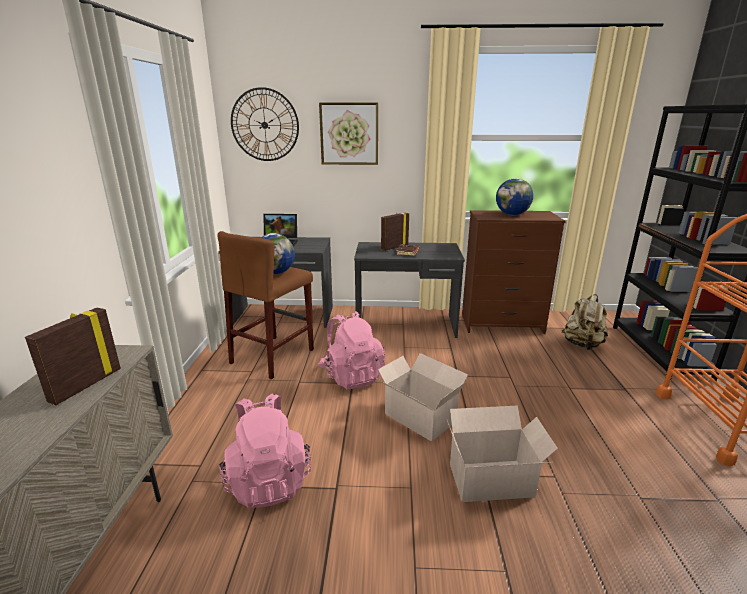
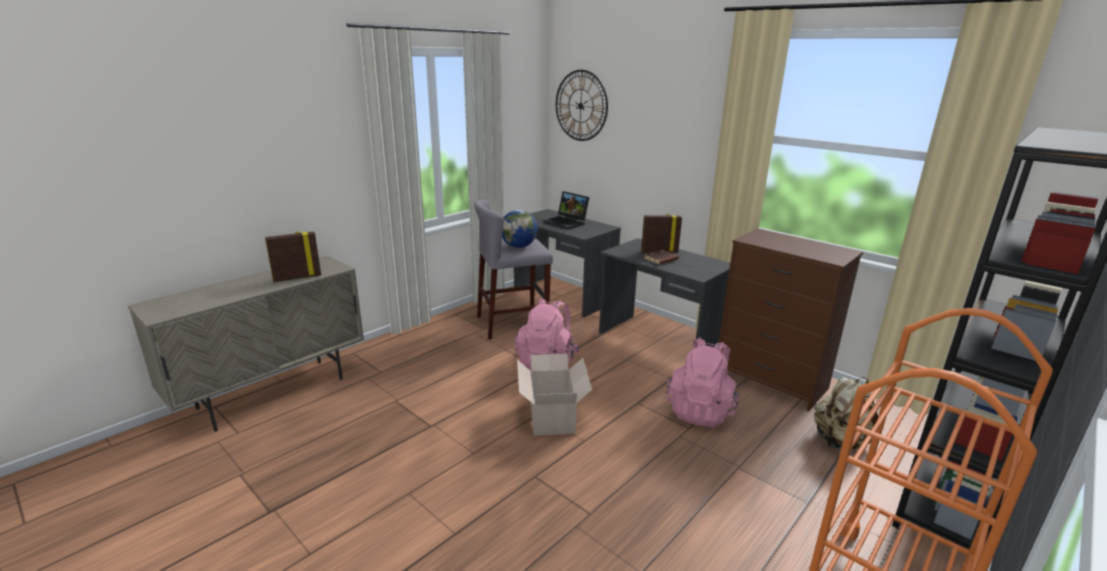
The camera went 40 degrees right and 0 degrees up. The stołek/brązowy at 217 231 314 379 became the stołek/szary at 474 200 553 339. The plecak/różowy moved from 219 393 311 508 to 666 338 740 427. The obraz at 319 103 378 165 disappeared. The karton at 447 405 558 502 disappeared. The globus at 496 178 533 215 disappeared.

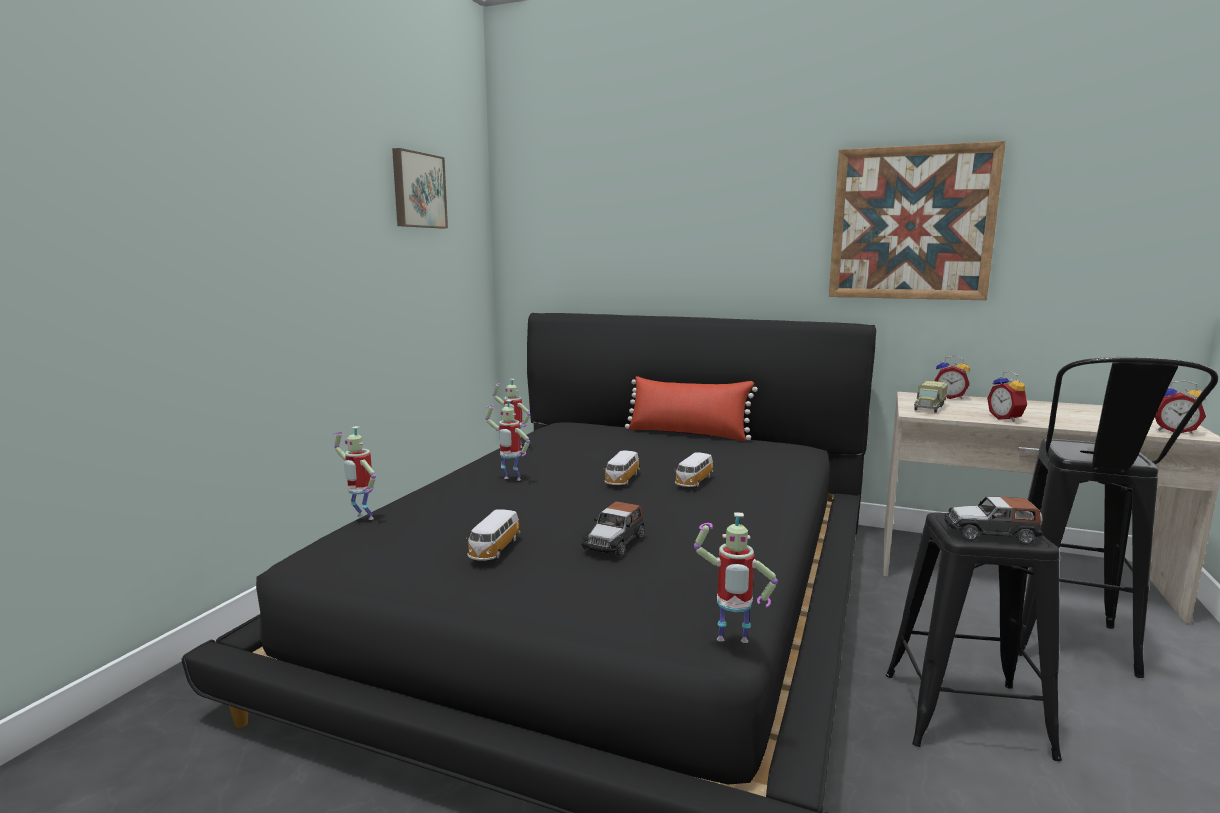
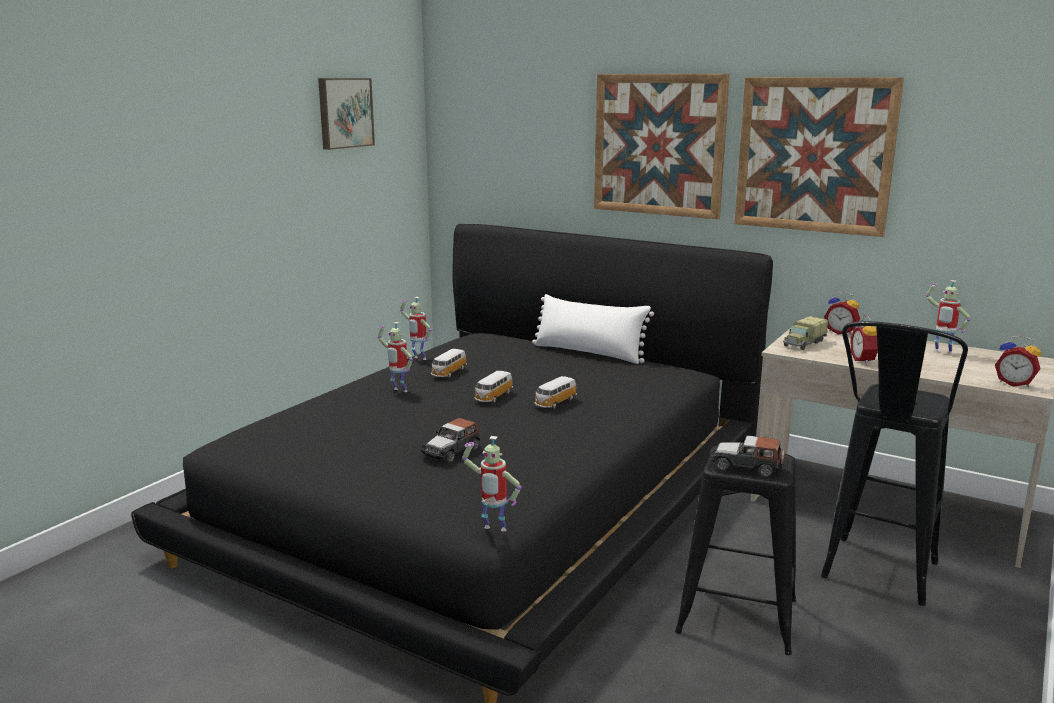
The camera went 10 degrees right and 5 degrees up. The samochodzik moved from 466 509 520 561 to 431 349 467 378. The poduszka/czerwony at 625 376 758 441 became the poduszka/biały at 532 294 654 364. The obraz at 594 74 730 219 appeared. The robot zabawkowy moved from 333 426 376 520 to 926 280 971 355.

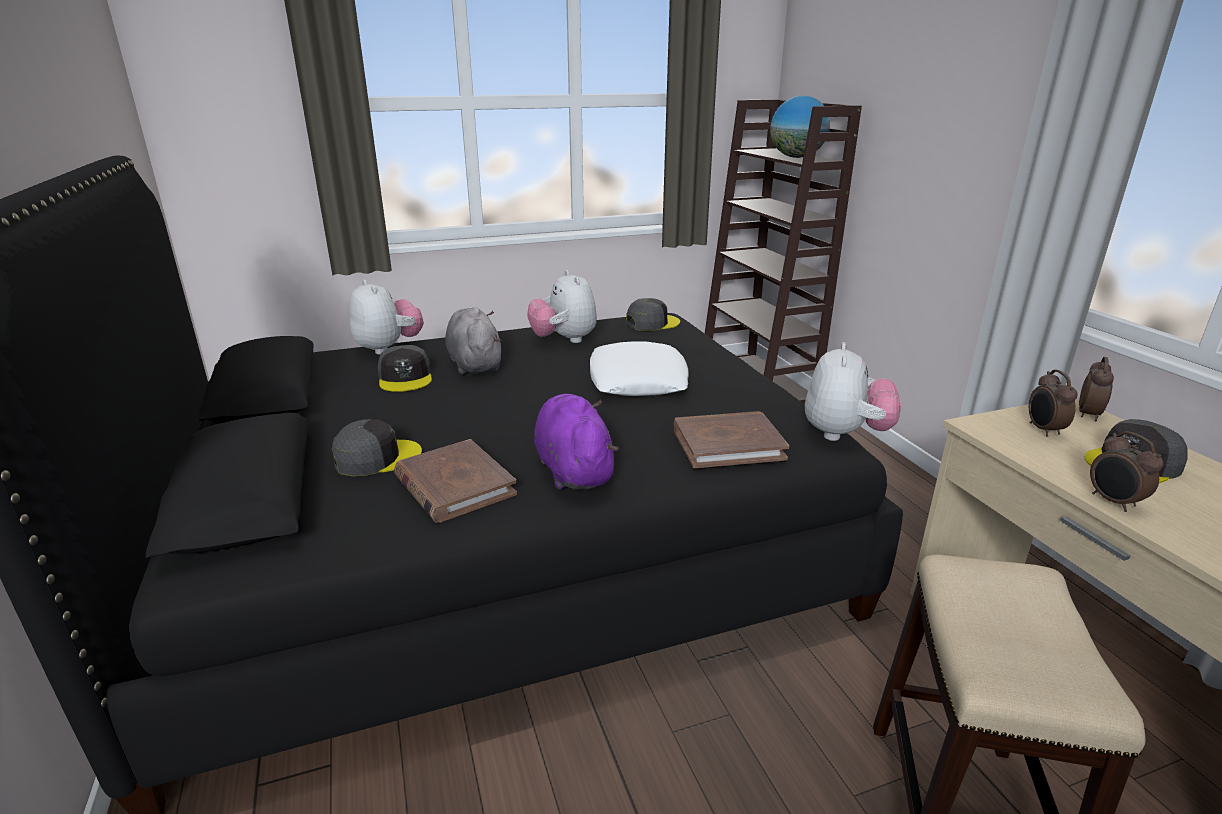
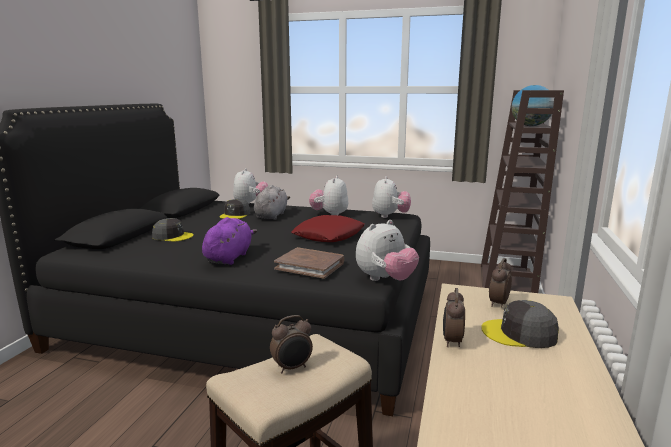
The camera went 35 degrees right and 10 degrees down. The budzik moved from 1079 357 1114 421 to 270 315 313 373. The poduszka/biały at 590 342 688 396 became the poduszka/czerwony at 291 215 365 242. The czapka z daszkiem/szary at 626 298 680 331 was replaced by the pluszak at 372 176 411 218. The książka/brązowy at 394 439 517 523 disappeared.

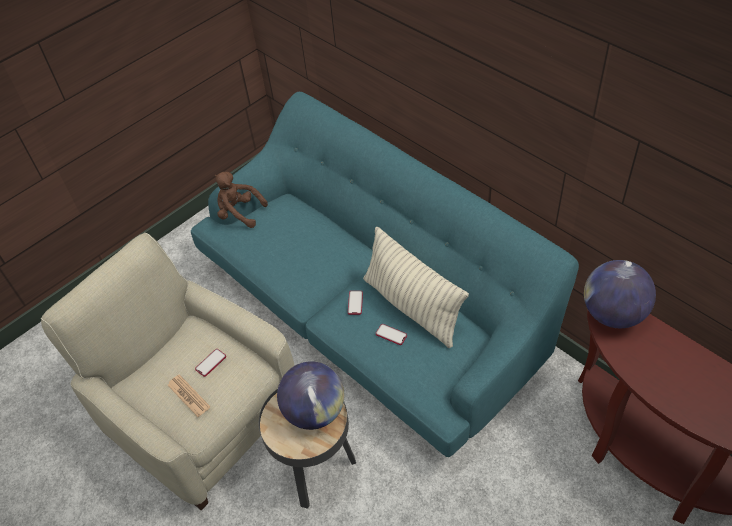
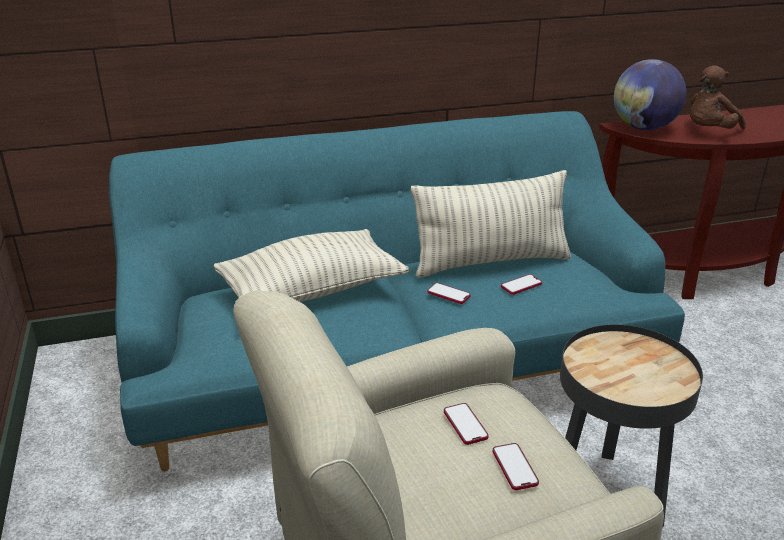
The camera went 65 degrees left and 20 degrees down. The poduszka at 214 229 409 302 appeared. The gazeta at 168 374 211 417 was replaced by the telefon at 493 443 539 490. The pluszak/brązowy moved from 215 172 268 228 to 690 66 746 129. The globus at 277 361 344 430 disappeared.

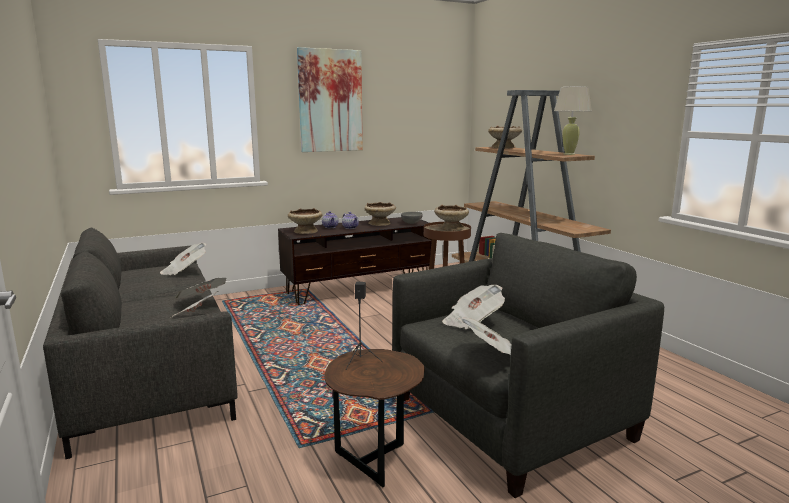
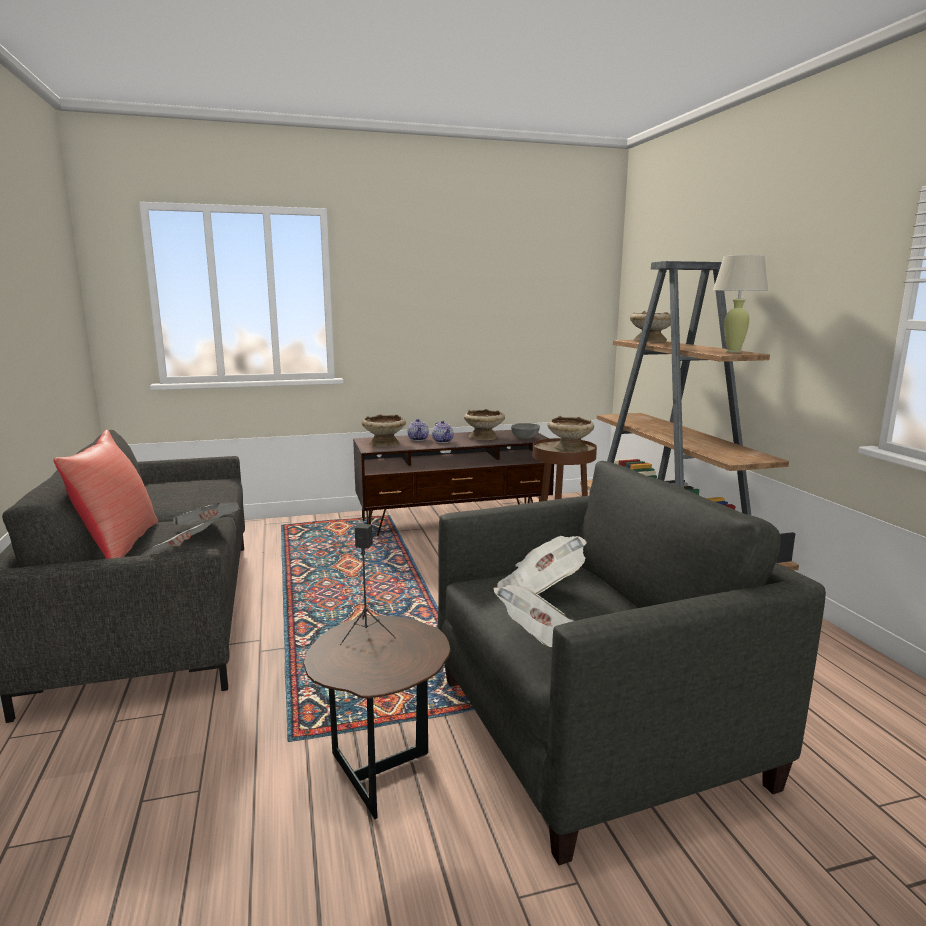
The camera went 10 degrees right and 0 degrees up. The poduszka/czerwony at 53 430 158 559 appeared. The gazeta at 160 243 207 275 disappeared. The obraz at 297 47 363 152 disappeared.

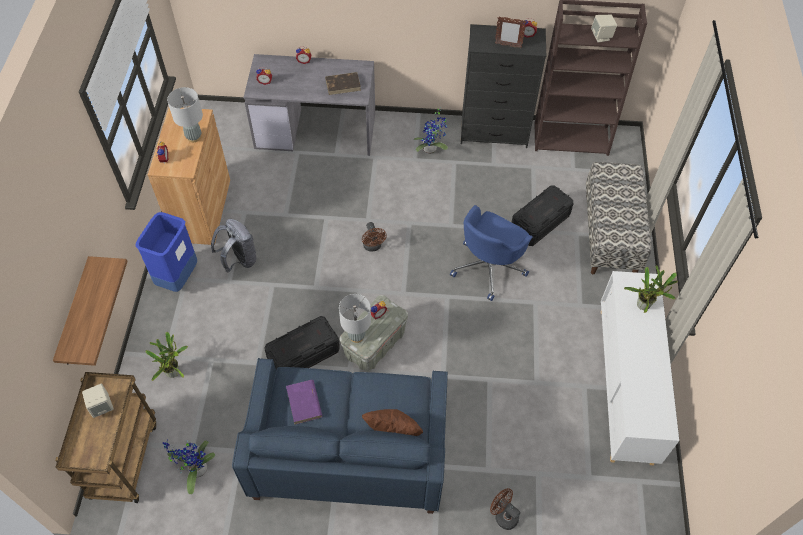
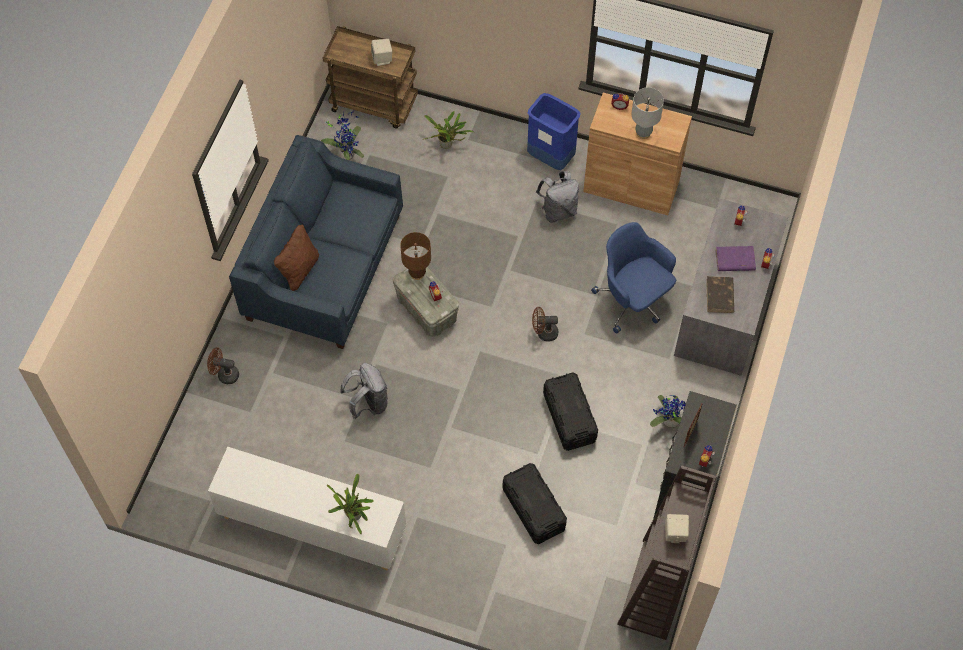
The camera went 105 degrees right and 5 degrees up. The wentylator/brązowy at 490 488 520 530 turned 135 degrees counterclockwise. The plecak/szary at 340 363 388 419 appeared. The lampa stołowa/szary at 339 294 371 343 became the lampa stołowa/brązowy at 400 232 431 280. The pojemnik do przechowywania/czarny moved from 264 316 340 369 to 543 373 598 451. The krzesło biurowe/niebieski moved from 450 205 533 301 to 591 222 676 334. The książka/fioletowy moved from 286 380 322 424 to 715 246 756 271. The półka at 53 256 128 366 disappeared. The ławka at 586 162 651 274 disappeared.

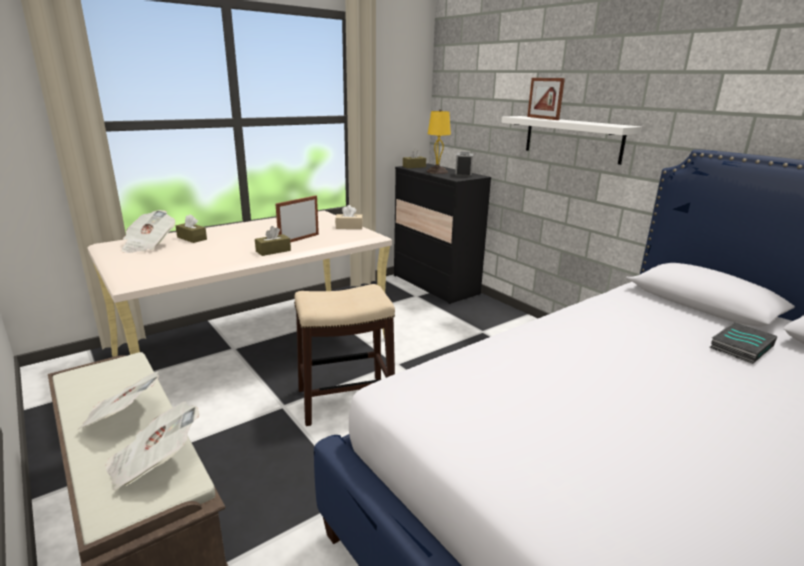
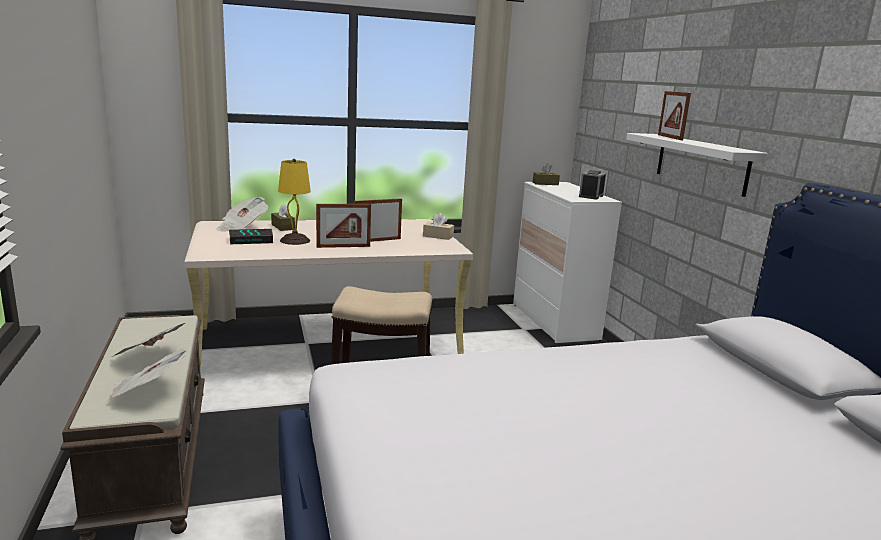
The camera went 20 degrees right and 5 degrees down. The książka moved from 709 322 778 364 to 229 229 273 244. The lampa stołowa/żółty moved from 427 109 451 174 to 278 159 311 245. The pudełko chusteczek/brązowy at 255 226 291 256 was replaced by the ramka na zdjęcie at 316 204 371 248. The komoda/czarny at 394 164 491 304 became the komoda/biały at 513 182 622 344.

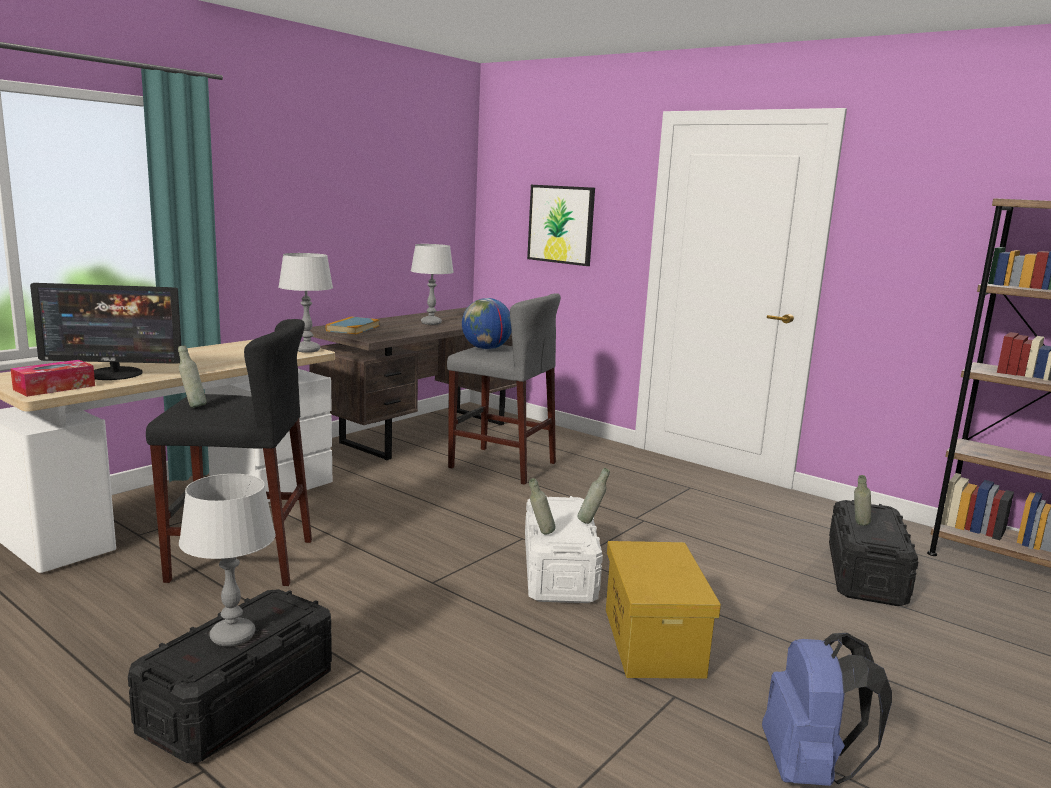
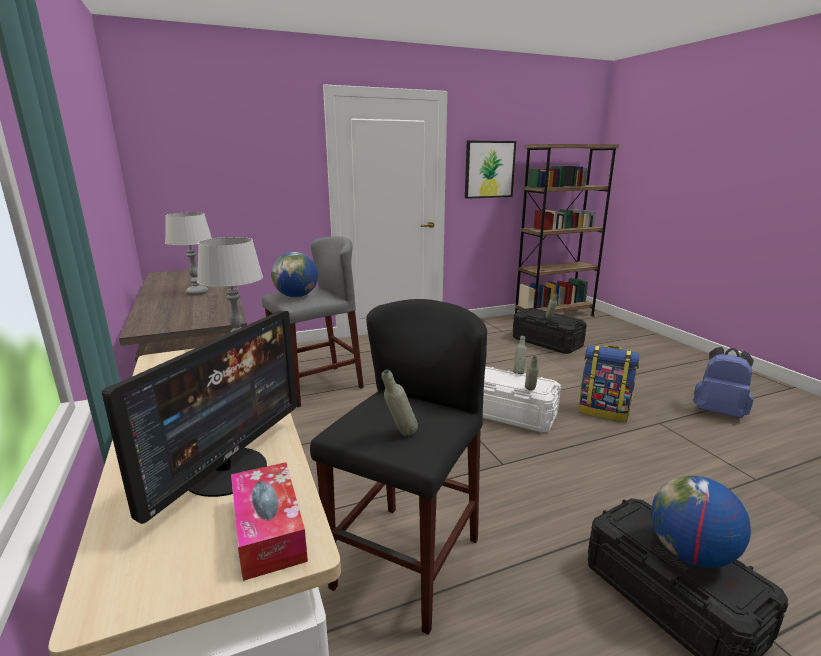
The camera went 60 degrees left and 5 degrees up. The obraz moved from 527 185 595 266 to 465 141 516 199. The pojemnik do przechowywania/żółty at 606 541 721 678 was replaced by the plecak at 579 345 640 422. The lampa stołowa/szary at 179 474 276 646 was replaced by the globus at 651 476 751 568. The książka at 326 317 379 334 disappeared.

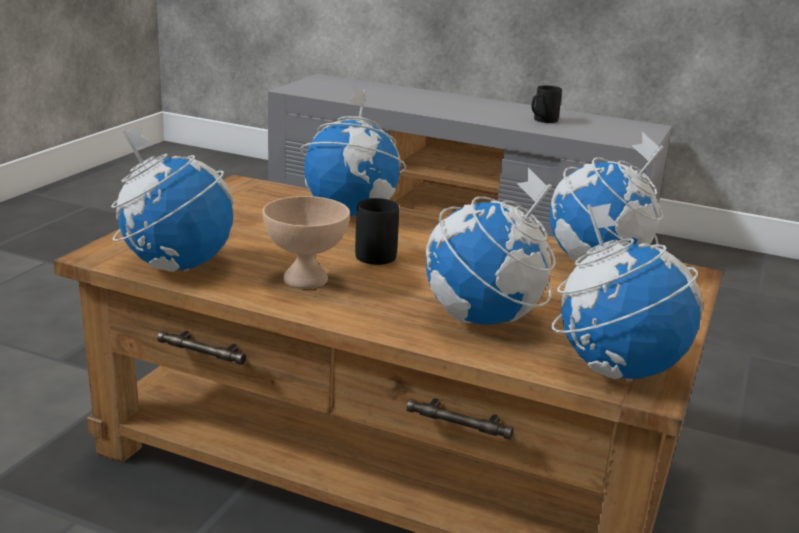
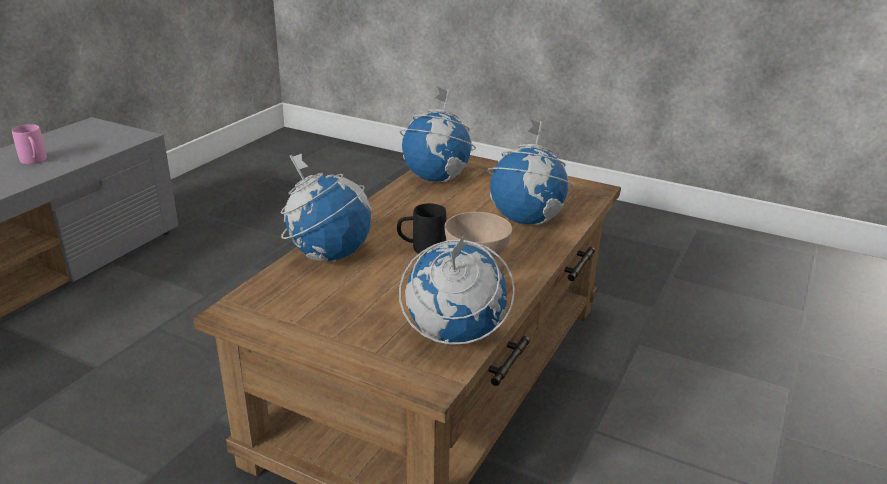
The camera went 85 degrees left and 5 degrees up. The kubek/czarny at 531 85 562 123 became the kubek/różowy at 12 124 47 164. The globus at 551 203 703 382 disappeared.

